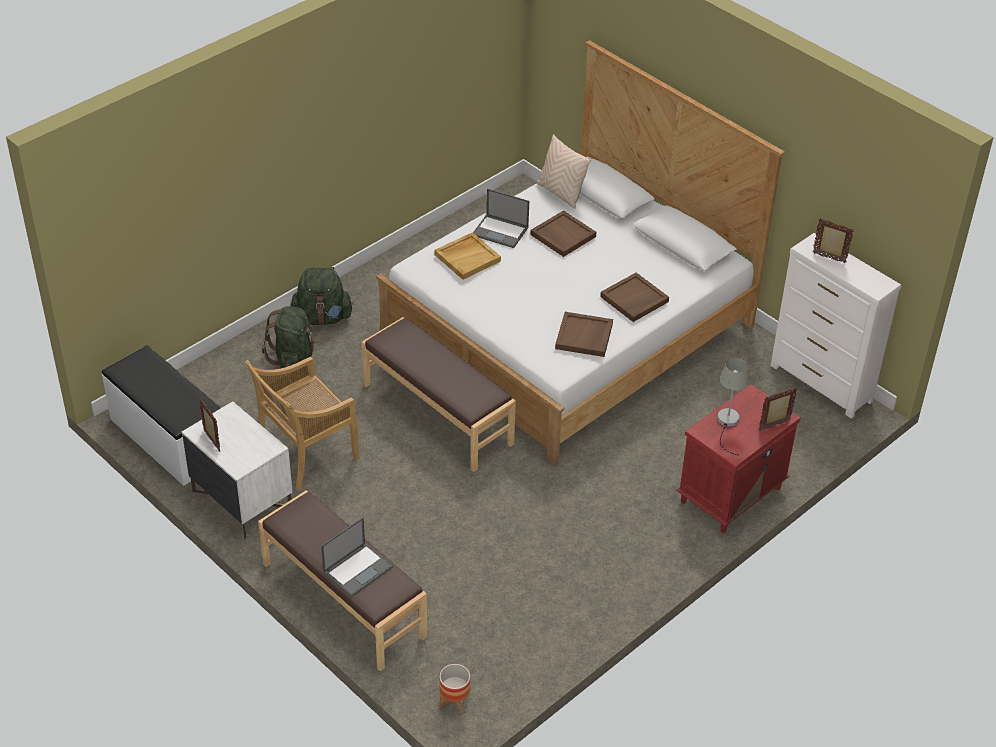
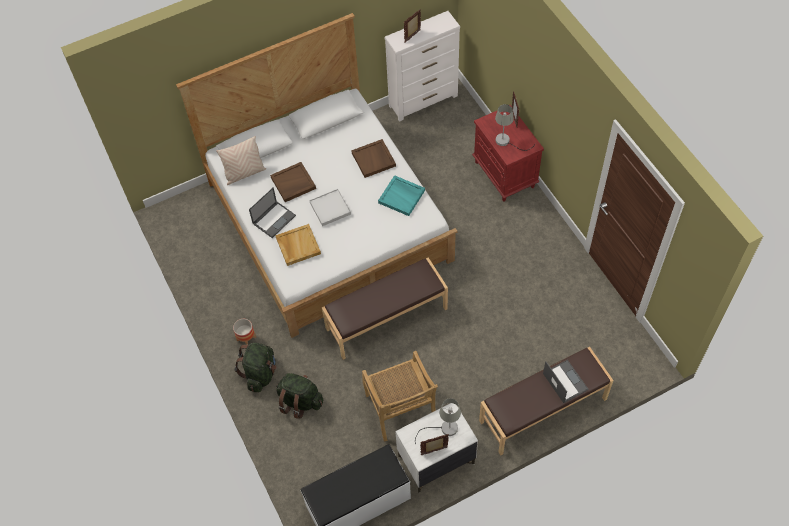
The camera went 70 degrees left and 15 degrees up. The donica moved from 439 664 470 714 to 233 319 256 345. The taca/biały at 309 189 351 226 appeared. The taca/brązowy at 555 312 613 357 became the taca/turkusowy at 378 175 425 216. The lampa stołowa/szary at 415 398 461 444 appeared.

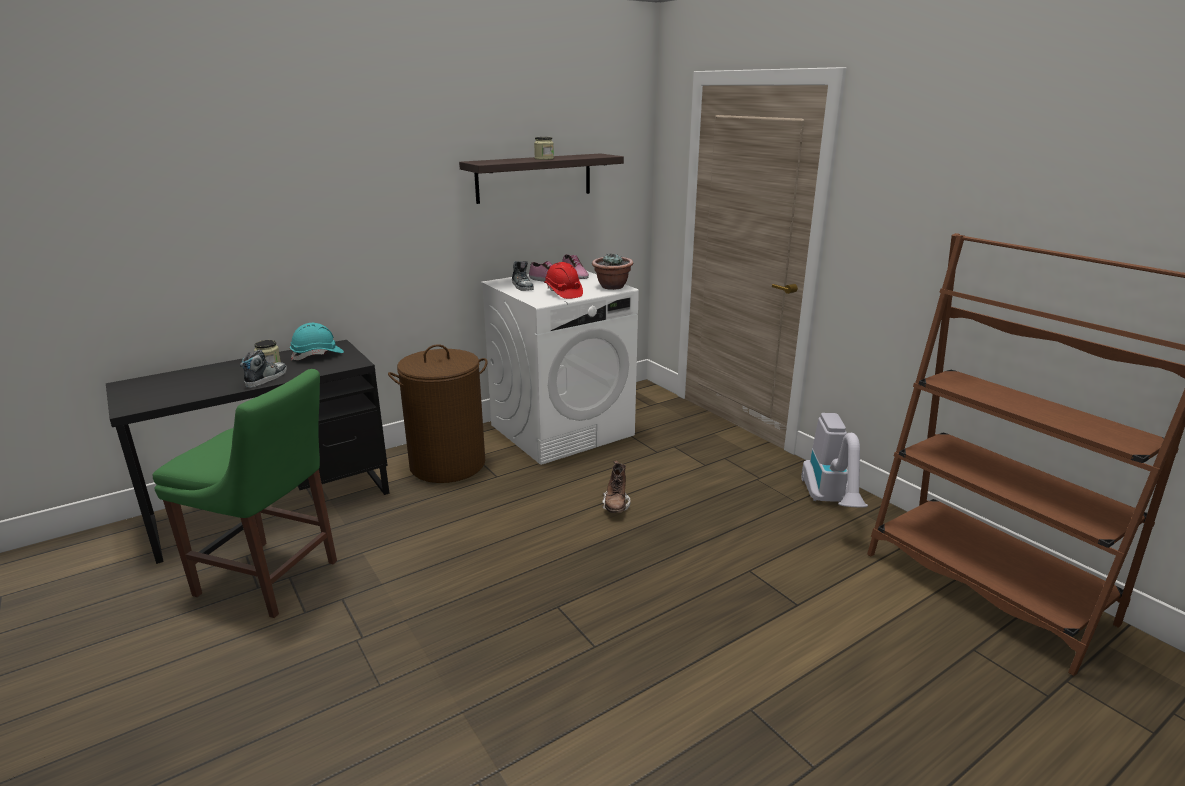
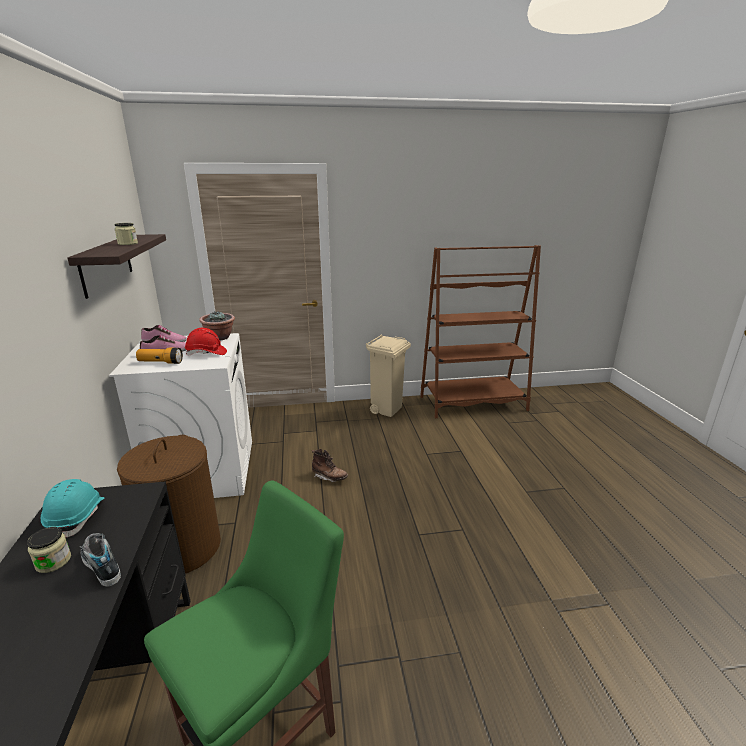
The camera went 65 degrees left and 0 degrees up. The but at 512 261 534 291 was replaced by the latarka at 136 348 183 364. The odkurzacz at 801 413 868 508 was replaced by the kosz na śmieci/beżowy at 366 335 411 417.

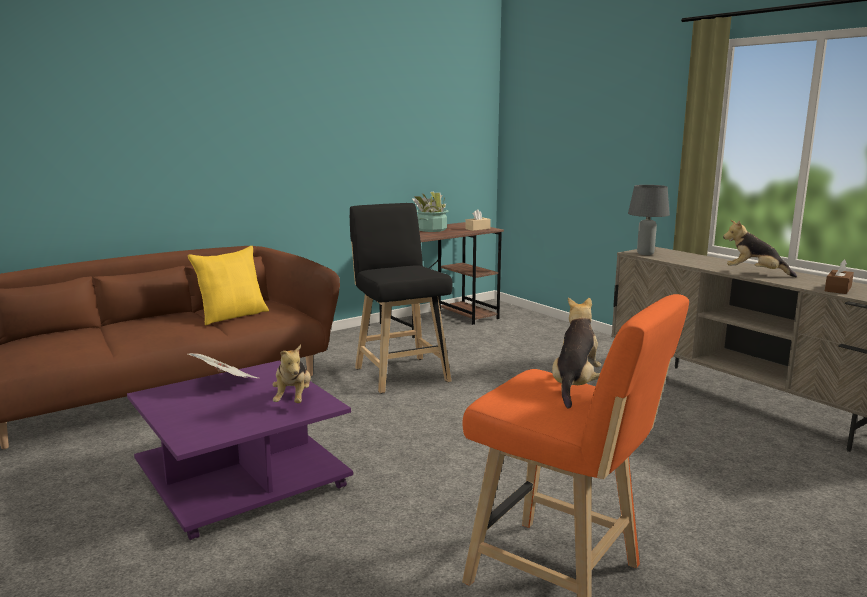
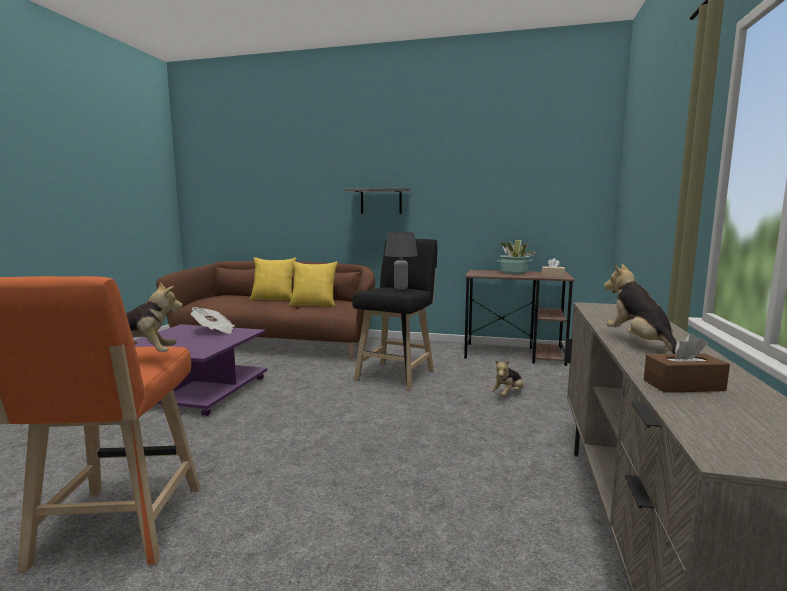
The camera went 50 degrees right and 5 degrees down. The poduszka/żółty at 250 257 297 300 appeared. The półka/szary at 345 188 411 214 appeared. The lampa stołowa/szary moved from 628 185 670 255 to 384 232 418 290. The pluszak moved from 273 345 311 403 to 490 360 524 396.

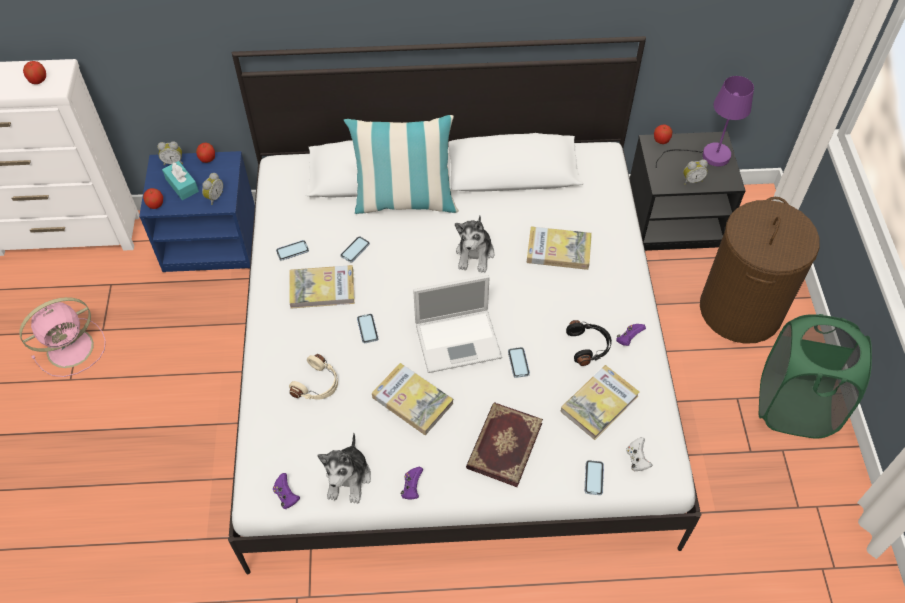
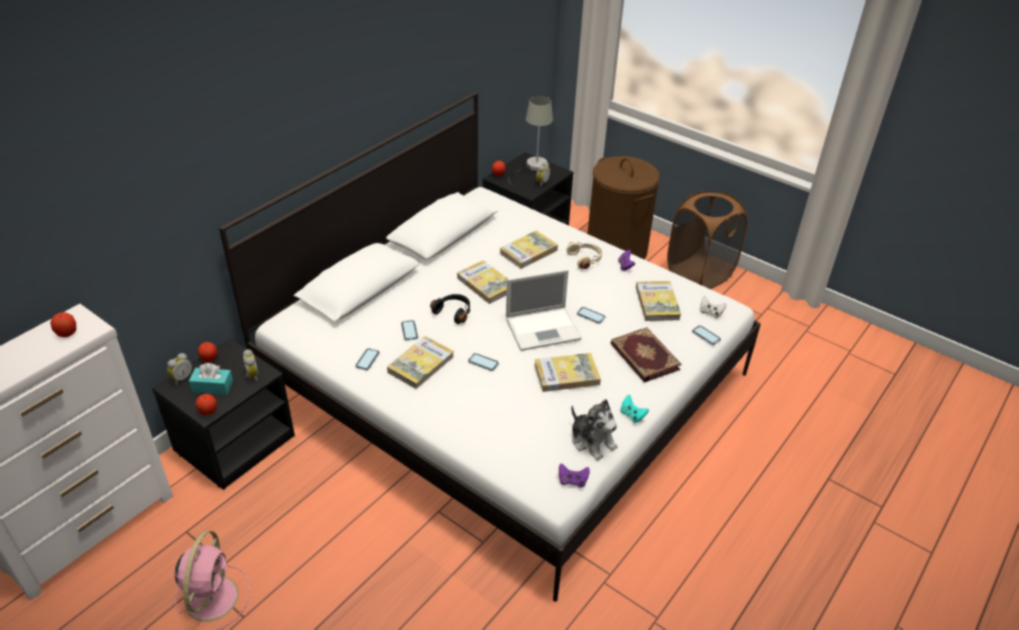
The camera went 50 degrees left and 15 degrees down. The szafka nocna/niebieski at 139 151 255 272 became the szafka nocna/czarny at 152 339 295 490. The słuchawki/czarny moved from 566 320 612 366 to 430 294 471 324. The pluszak at 455 215 494 273 was replaced by the książka at 457 260 508 304. The laptop at 413 275 502 373 turned 45 degrees clockwise. The lampa stołowa/fioletowy at 656 76 754 169 became the lampa stołowa/szary at 508 96 553 188. The słuchawki/beżowy moved from 289 354 338 400 to 567 242 602 269. The pad do gier/fioletowy at 401 467 423 500 became the pad do gier/turkusowy at 620 395 649 423. The kosz na pranie/zielony at 759 314 872 439 became the kosz na pranie/brązowy at 667 191 747 289. The poduszka at 344 115 459 214 disappeared.

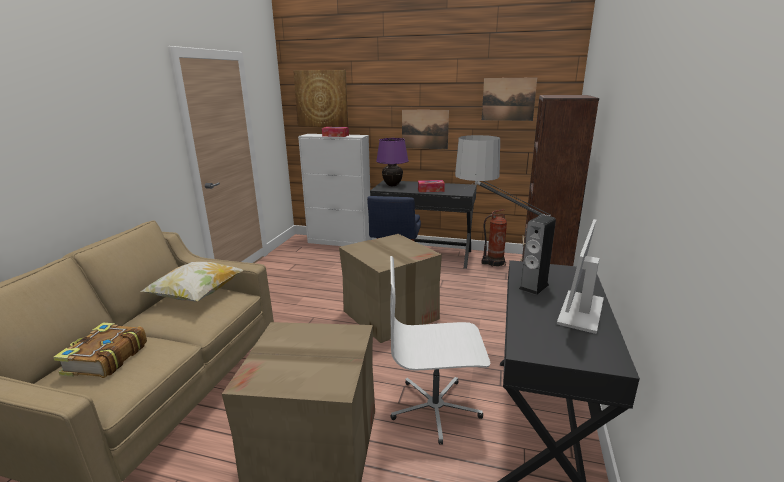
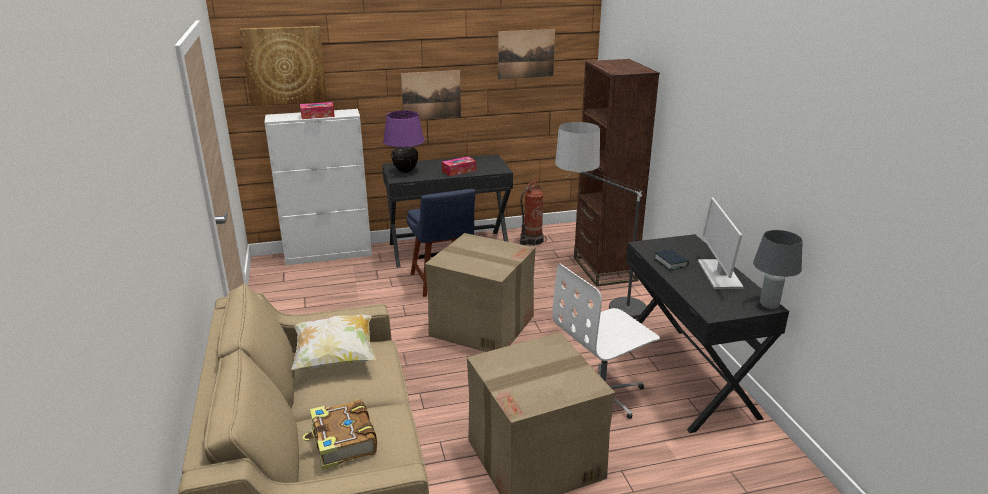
The camera went 30 degrees left and 5 degrees up. The głośnik at 519 215 556 295 was replaced by the książka at 654 249 689 271. The lampa stołowa/szary at 753 230 803 309 appeared.

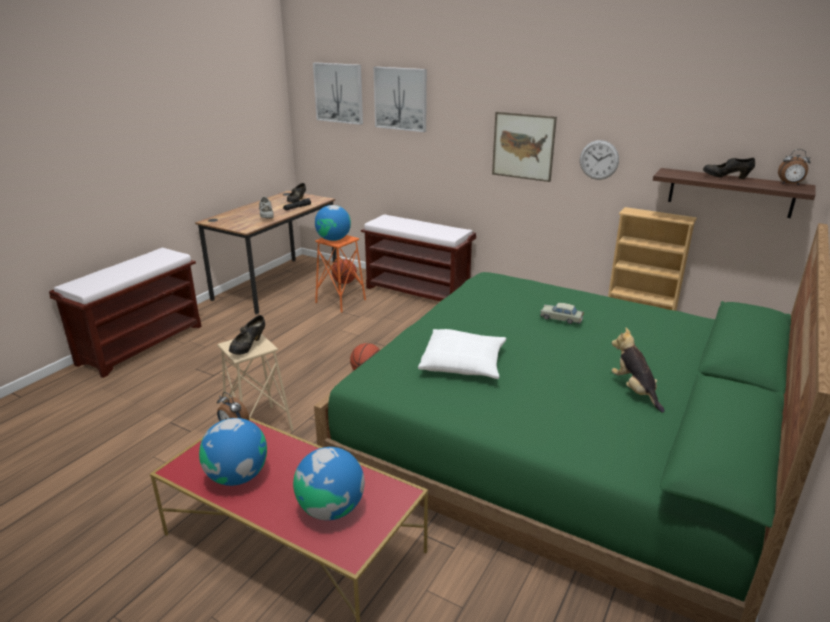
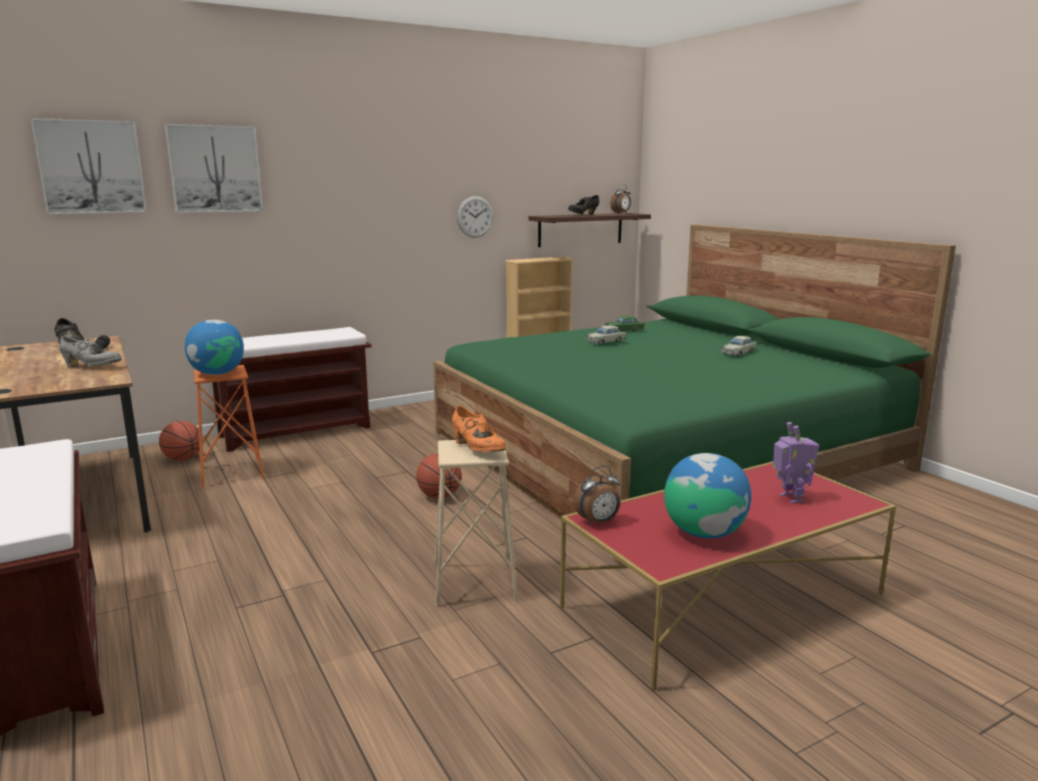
The camera went 60 degrees left and 10 degrees down. The but/czarny at 229 315 265 355 became the but/pomarańczowy at 452 406 506 452. The samochodzik/zielony at 605 316 645 332 appeared. The pluszak at 612 328 665 413 was replaced by the samochodzik/beżowy at 721 336 756 357. The globus at 293 447 365 520 was replaced by the robot zabawkowy at 773 422 820 504. The poduszka/biały at 418 329 506 379 disappeared. The obraz at 492 112 557 182 disappeared.

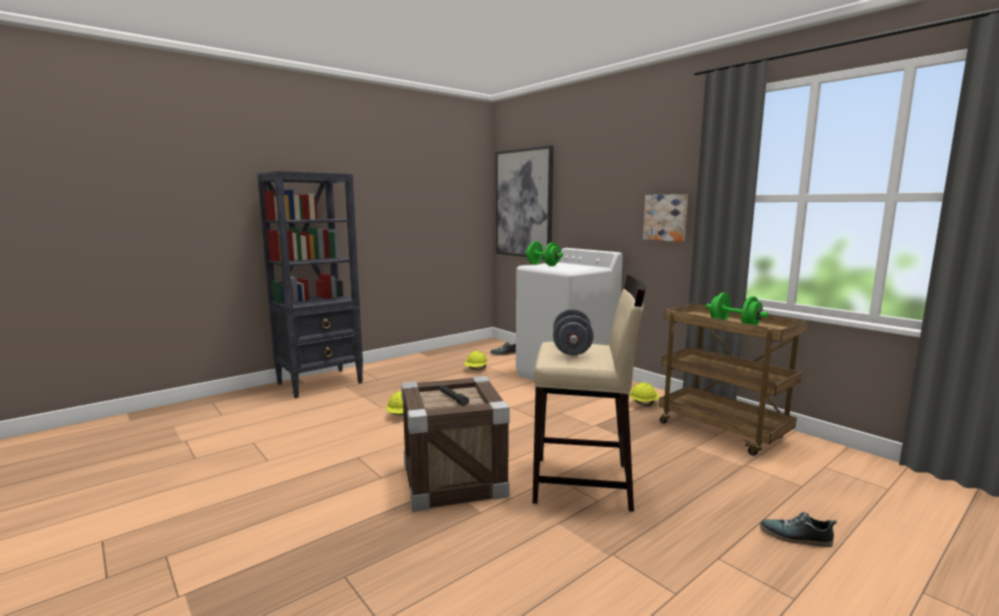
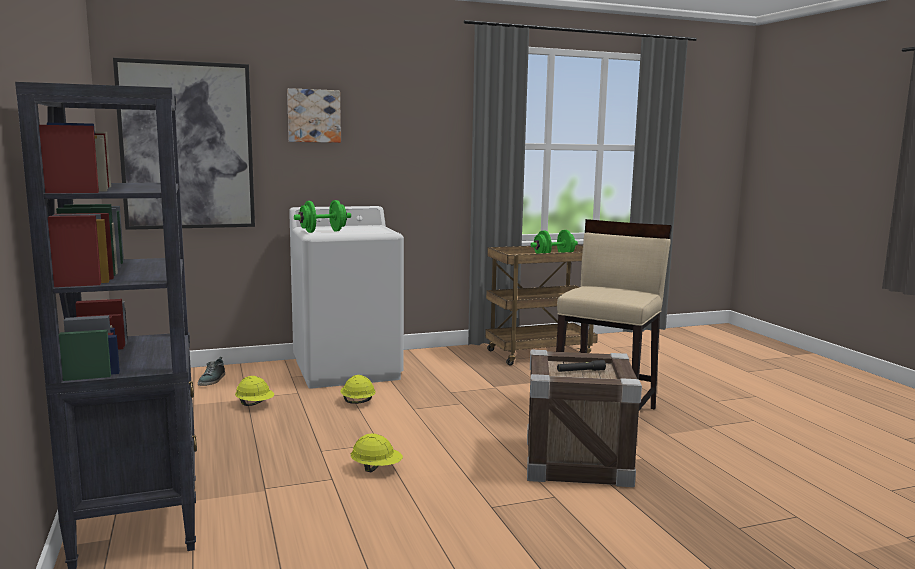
The camera went 70 degrees left and 0 degrees up. The obraz moved from 643 194 688 242 to 287 88 341 143. The kask/żółty moved from 629 382 660 406 to 340 375 376 404. The hantel/szary at 553 309 594 355 disappeared. The but at 760 512 837 547 disappeared.

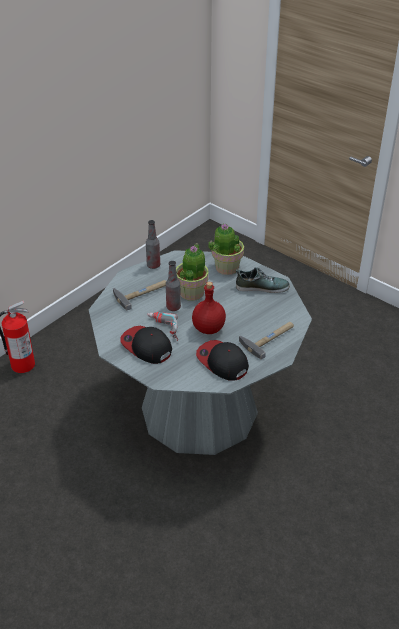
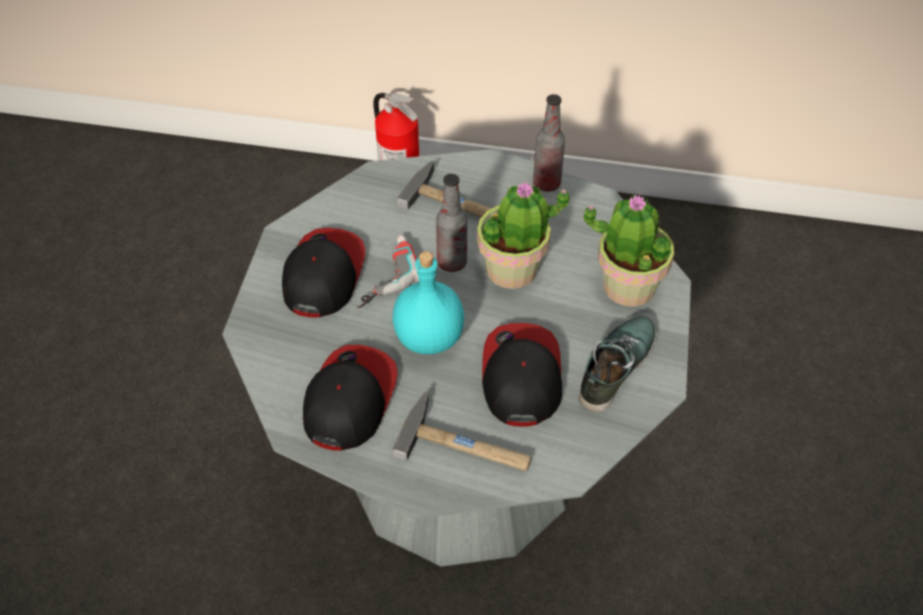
The camera went 60 degrees right and 10 degrees up. The butelka/czerwony at 192 282 226 334 became the butelka/turkusowy at 393 251 464 354. The czapka z daszkiem at 482 323 562 427 appeared. The but at 236 267 290 293 turned 120 degrees counterclockwise.

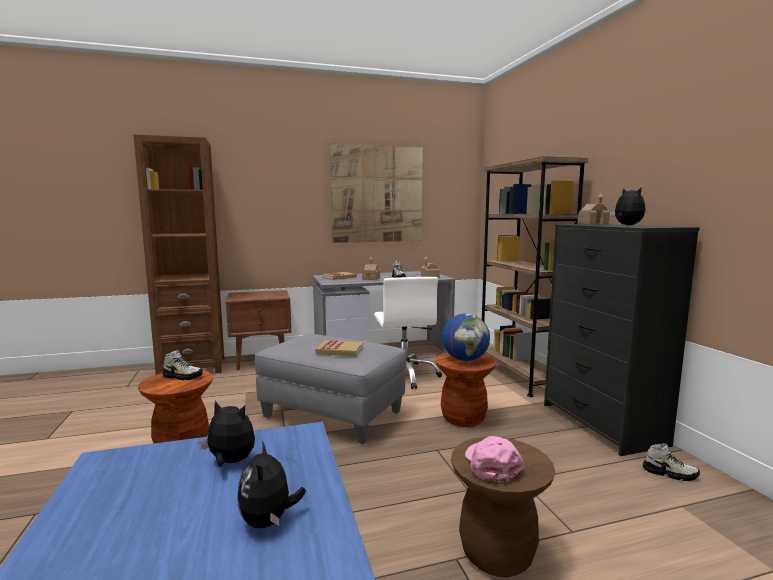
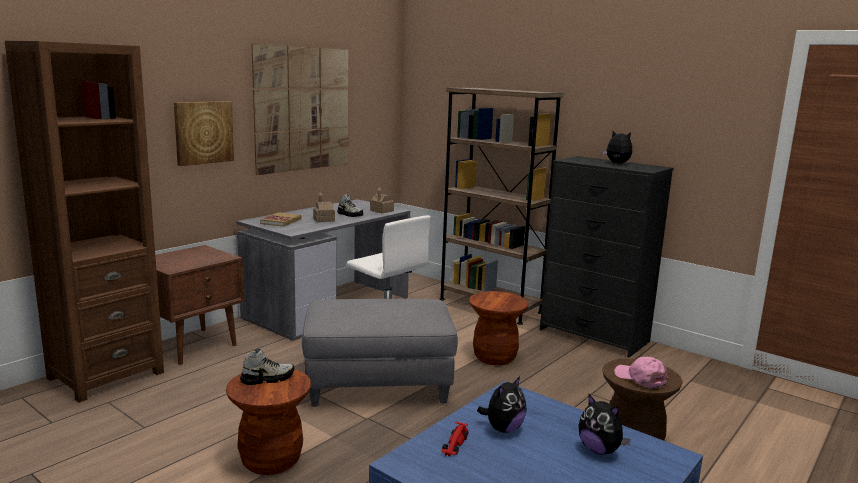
The camera went 35 degrees left and 5 degrees up. The obraz at 174 101 234 166 appeared. The samochodzik/czerwony at 442 421 468 456 appeared. The pluszak at 198 401 255 467 turned 150 degrees clockwise. The książka at 316 340 363 356 disappeared. The globus at 442 314 490 361 disappeared. The domek at 578 193 610 224 disappeared. The but at 643 443 700 481 disappeared.

